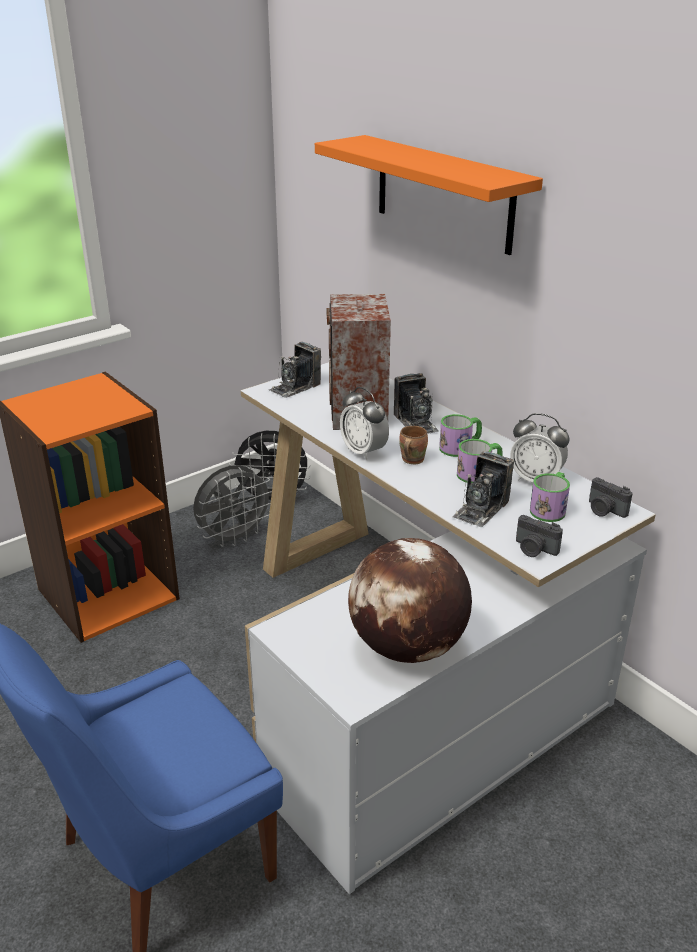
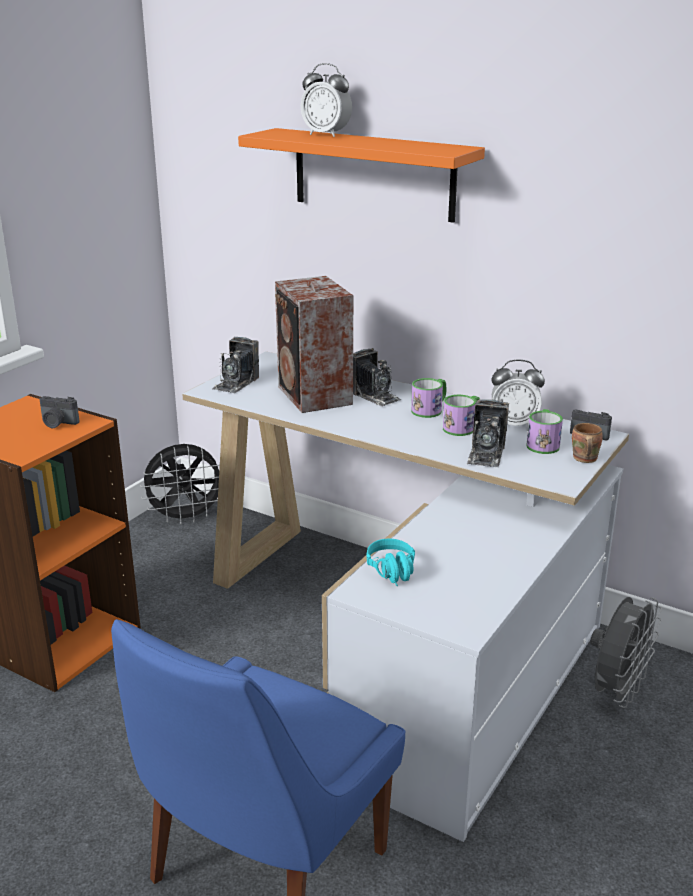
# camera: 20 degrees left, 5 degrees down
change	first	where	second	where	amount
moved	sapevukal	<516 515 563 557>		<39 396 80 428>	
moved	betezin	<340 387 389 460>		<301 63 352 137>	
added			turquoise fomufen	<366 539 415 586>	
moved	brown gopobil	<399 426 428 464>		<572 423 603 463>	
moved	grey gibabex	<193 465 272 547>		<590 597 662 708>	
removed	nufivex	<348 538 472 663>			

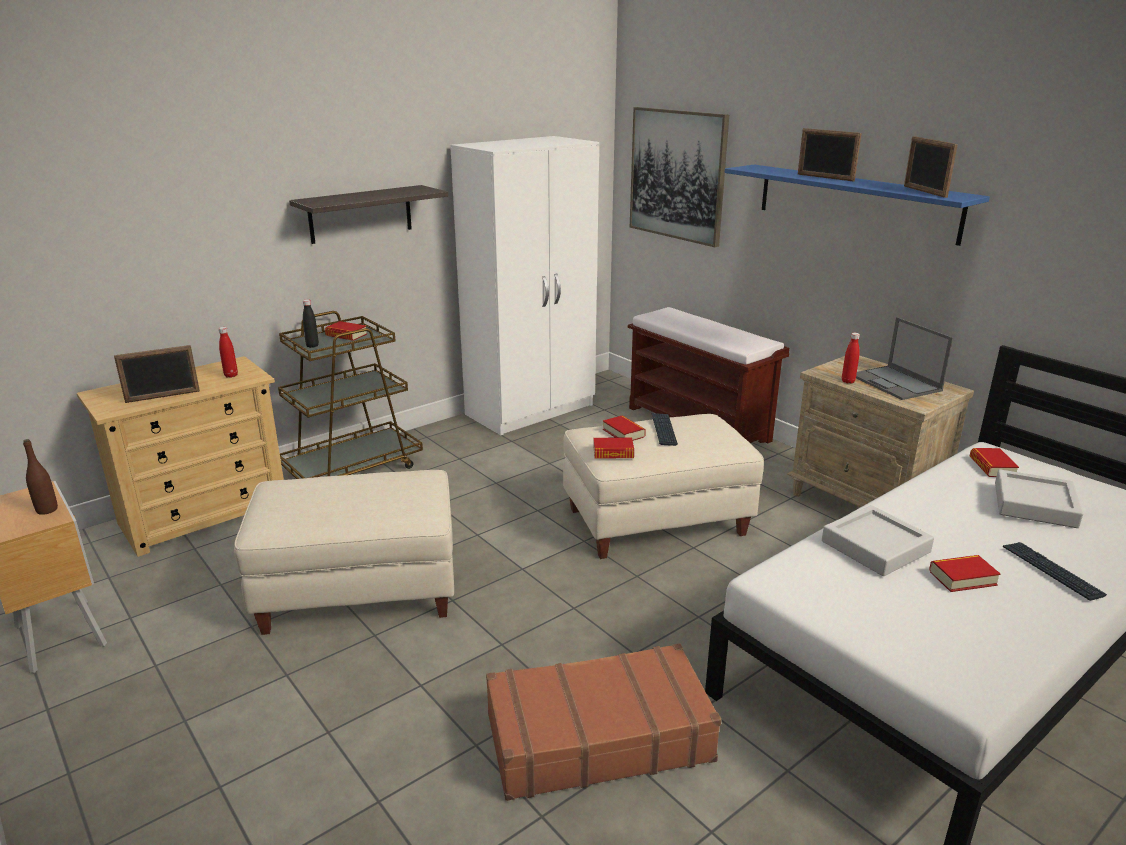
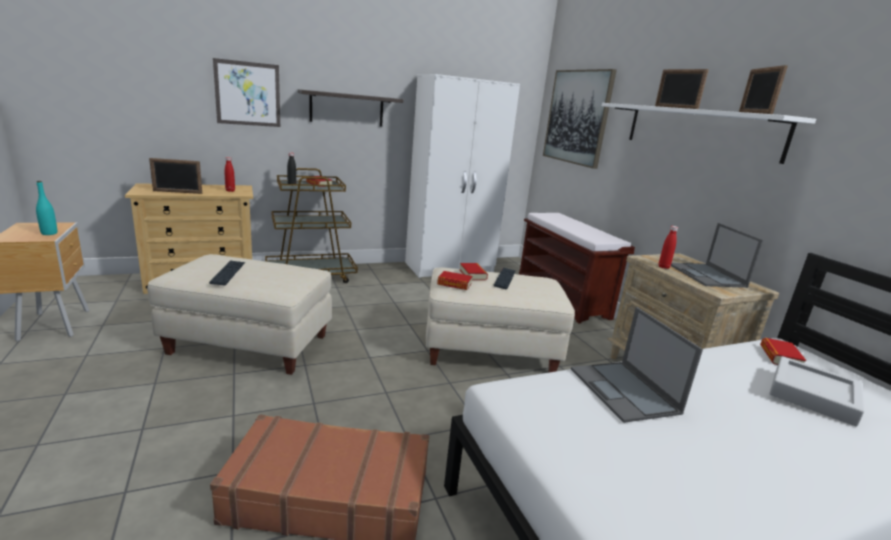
# camera: 15 degrees right, 5 degrees down
change	first	where	second	where	amount
recoloured	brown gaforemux	<23 439 58 515>	turquoise gaforemux	<36 181 57 235>	
moved	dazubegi	<1003 542 1107 601>		<209 260 245 285>	
added			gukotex	<213 58 280 127>	
replaced	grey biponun	<822 505 934 576>	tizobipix	<571 307 703 423>	
recoloured	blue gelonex	<725 165 990 246>	white gelonex	<602 103 816 164>	
removed	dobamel	<929 555 1000 592>			

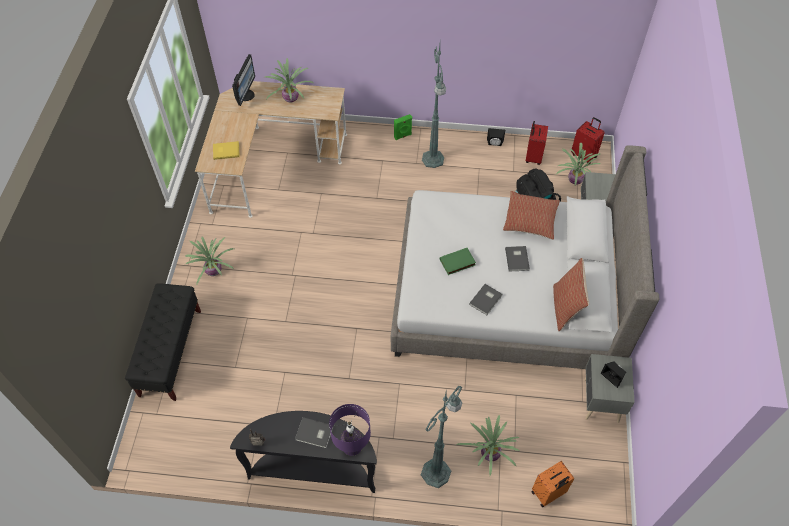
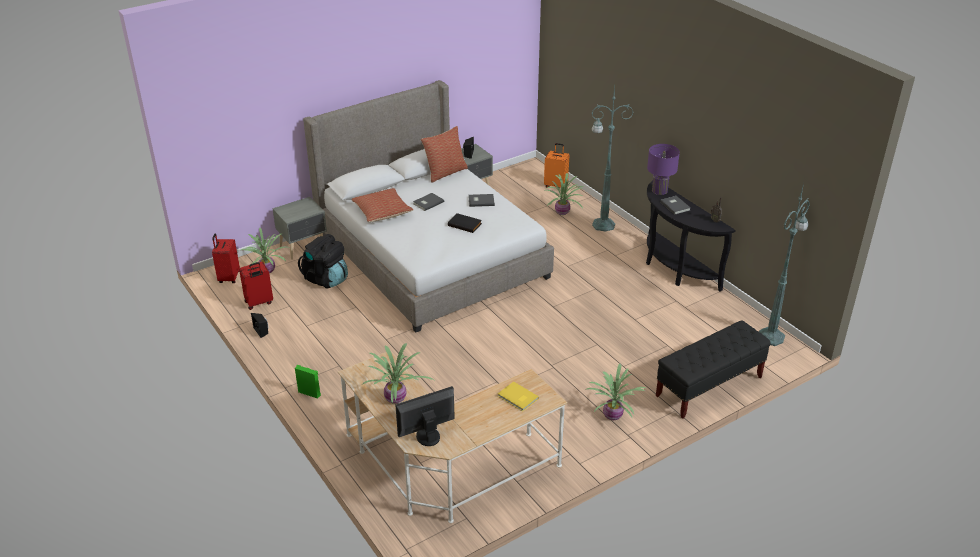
# camera: 130 degrees left, 20 degrees down
change	first	where	second	where	amount
recoloured	green dobamel	<440 248 476 275>	black dobamel	<448 213 482 233>	
moved	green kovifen	<422 45 446 168>		<759 183 810 346>	

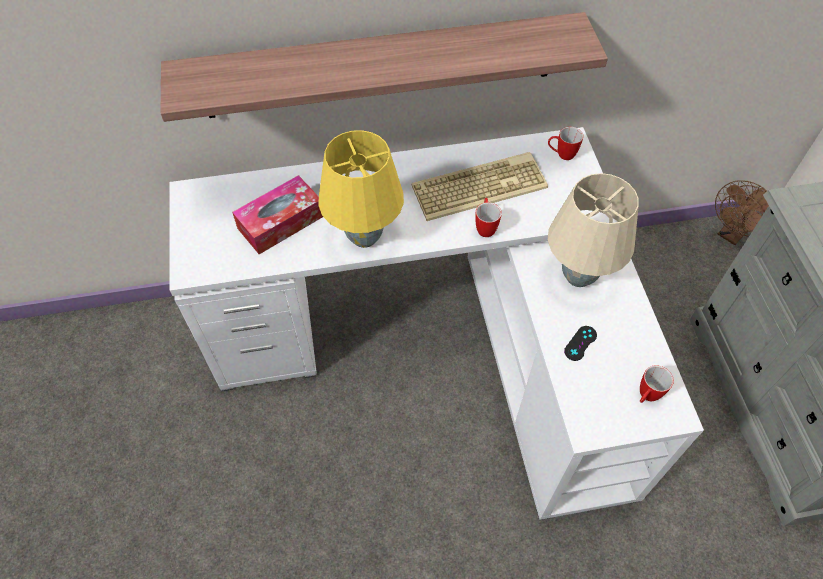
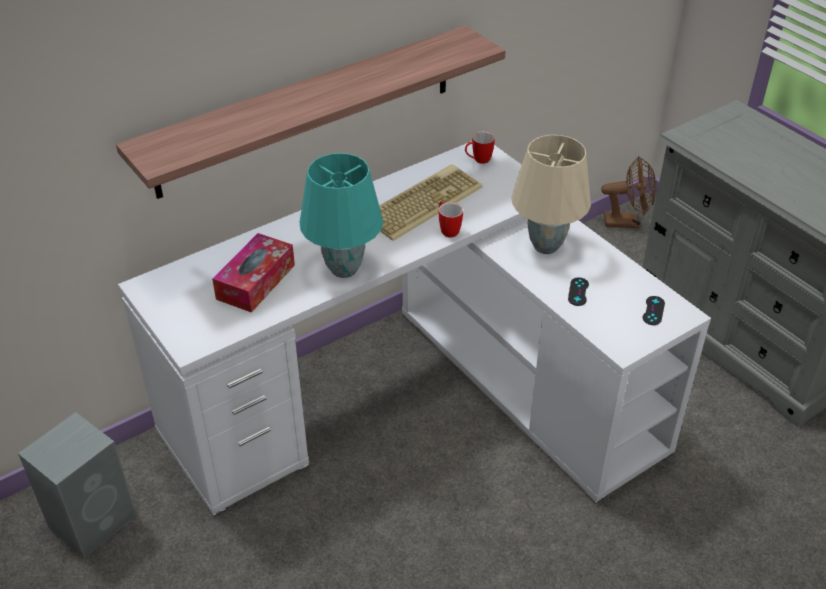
# camera: 25 degrees left, 15 degrees down
change	first	where	second	where	amount
added			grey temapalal	<18 412 137 558>	
recoloured	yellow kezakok	<318 130 404 248>	turquoise kezakok	<300 153 383 278>	
turned	brown gibabex	<715 180 769 245>		<601 156 656 228>	105 degrees counterclockwise
replaced	gopobil	<640 365 674 403>	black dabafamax	<643 296 665 325>	

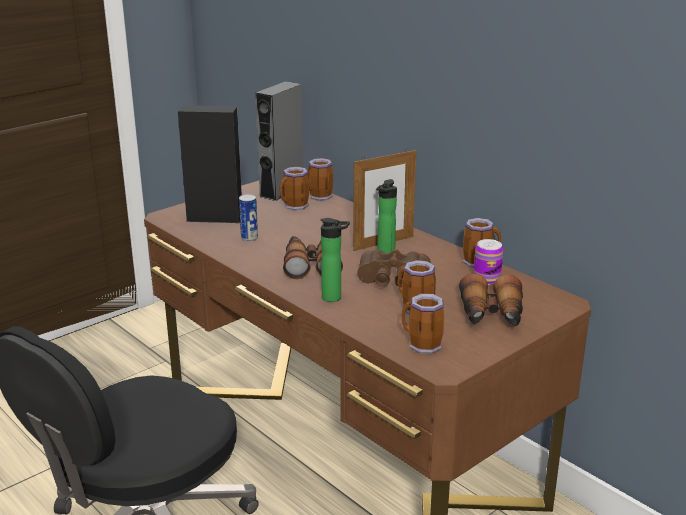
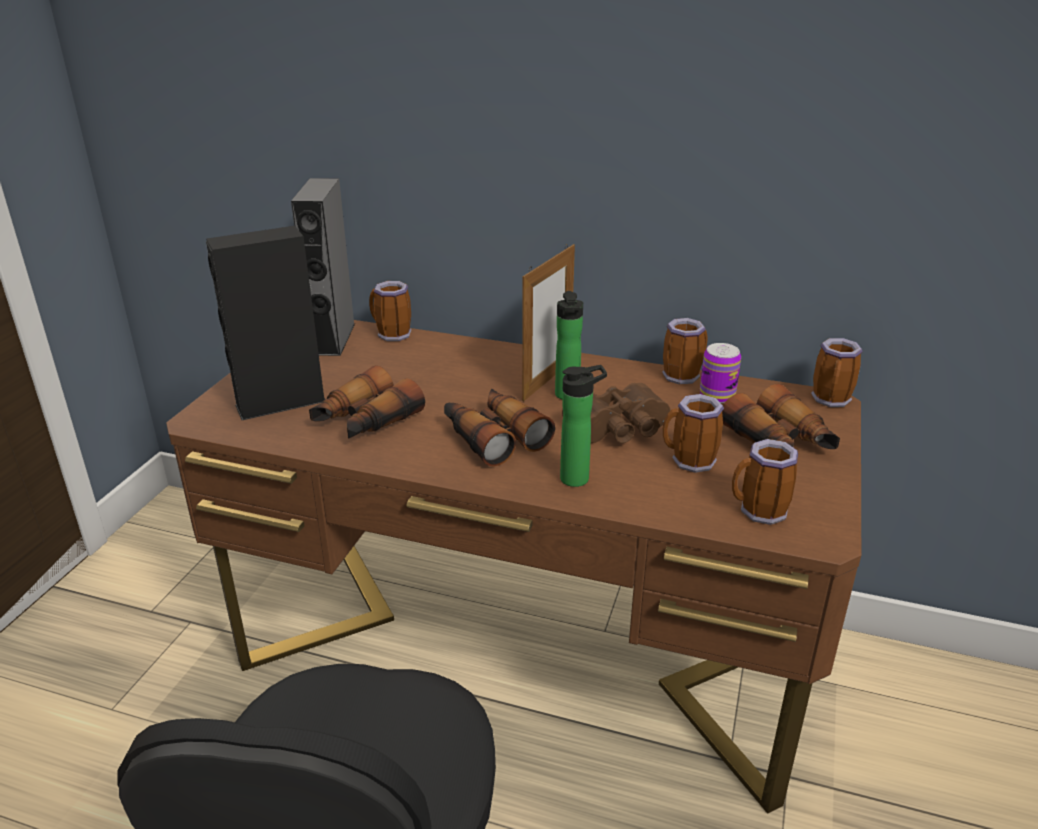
# camera: 30 degrees left, 5 degrees up
change	first	where	second	where	amount
replaced	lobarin	<239 194 258 242>	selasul	<309 365 425 439>	
moved	gopobil	<279 167 309 210>		<811 338 863 407>	

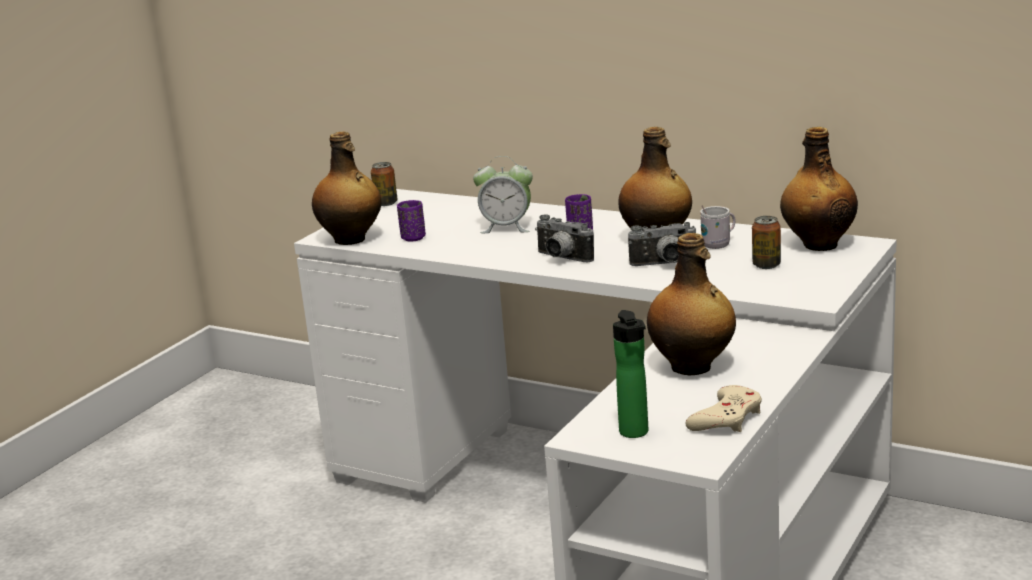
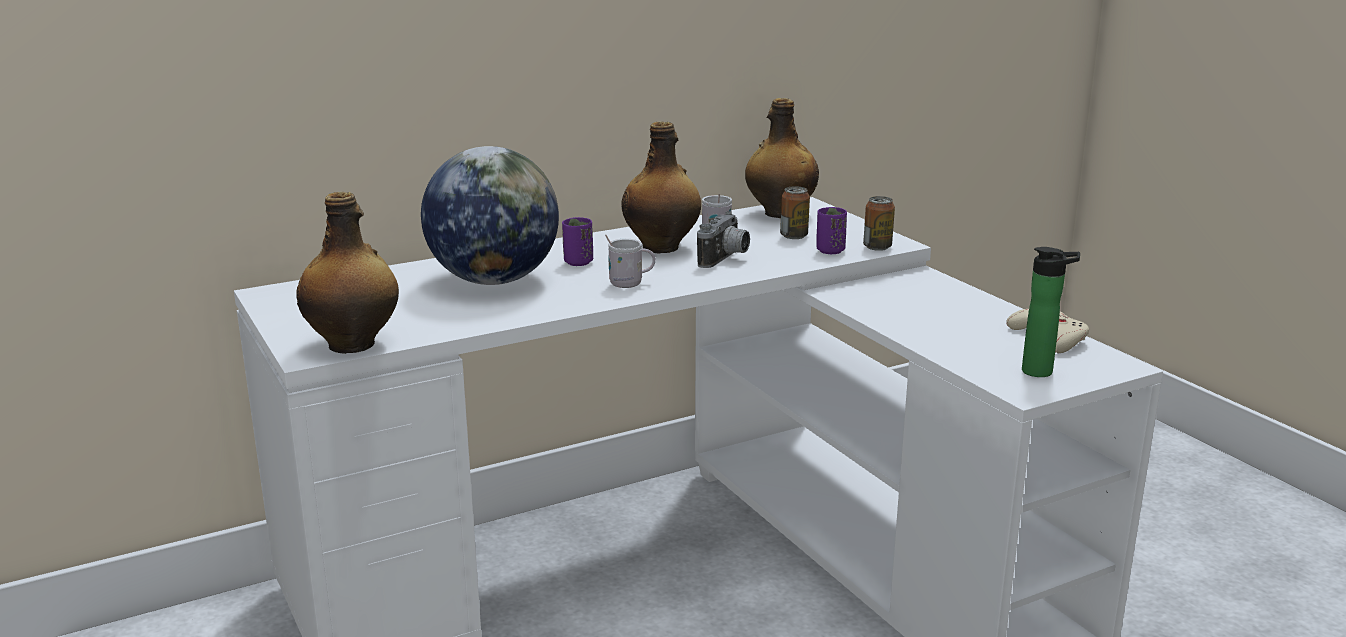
# camera: 60 degrees left, 0 degrees up
change	first	where	second	where	amount
replaced	betezin	<473 156 533 233>	nufivex	<421 146 559 285>	
replaced	sapevukal	<535 214 594 262>	white gopobil	<605 235 656 288>	
moved	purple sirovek	<397 200 426 242>		<817 207 847 254>	
moved	lobarin	<371 162 398 206>		<863 196 895 251>	
removed	gaforemux	<647 233 736 376>			

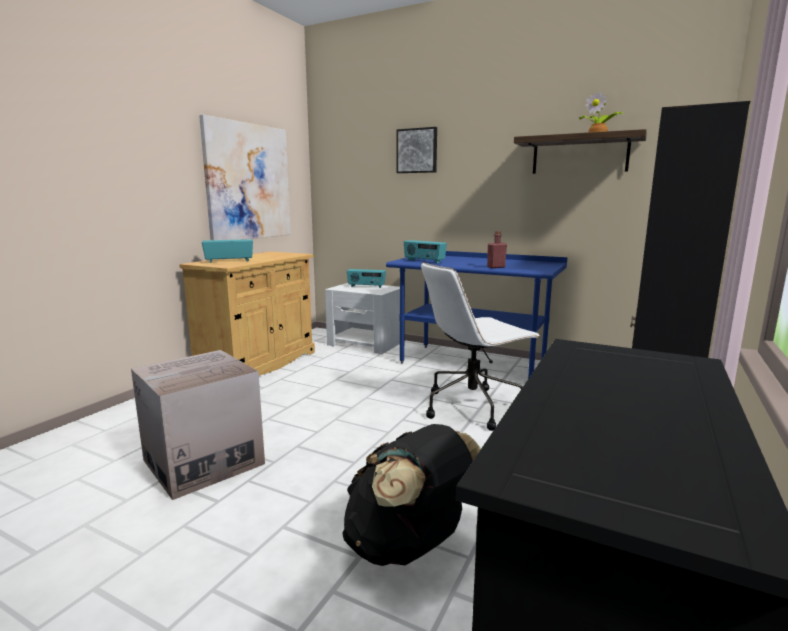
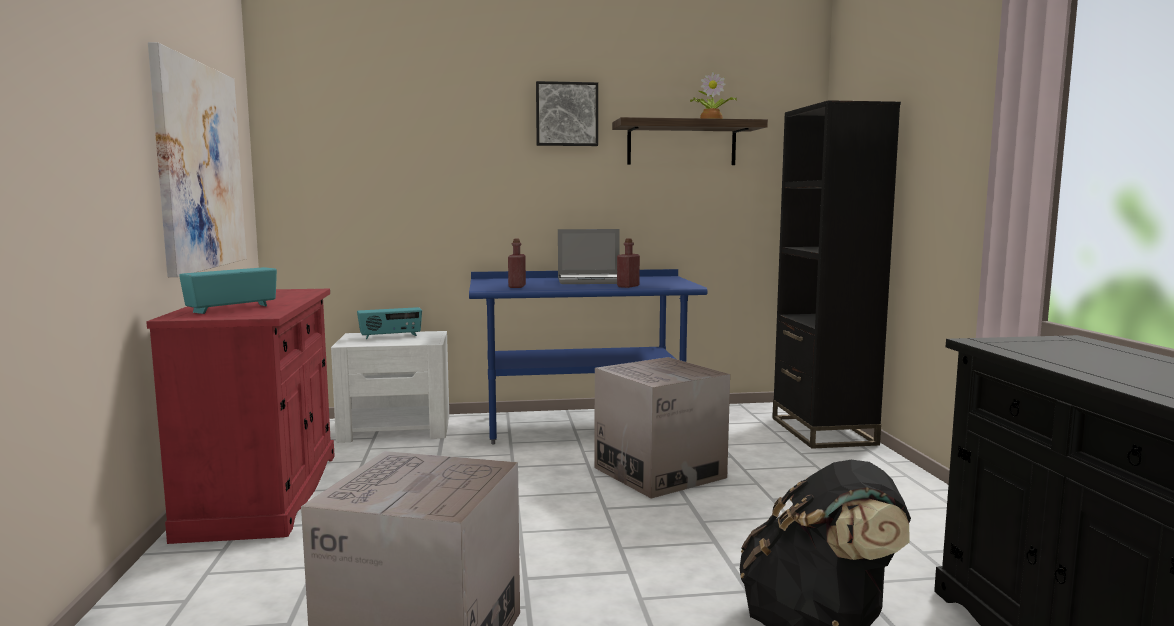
# camera: 35 degrees left, 5 degrees down
change	first	where	second	where	amount
recoloured	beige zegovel	<179 251 315 375>	red zegovel	<146 289 335 544>	
replaced	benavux	<404 240 447 263>	red gaforemux	<508 239 526 288>	
moved	gukotex	<396 127 437 173>		<536 81 598 146>	
added			tizobipix	<558 229 620 284>	
replaced	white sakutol	<421 262 540 431>	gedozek	<595 357 730 499>	

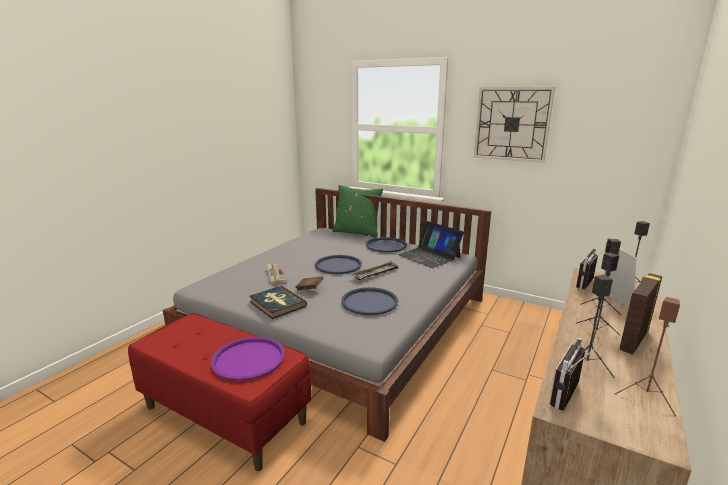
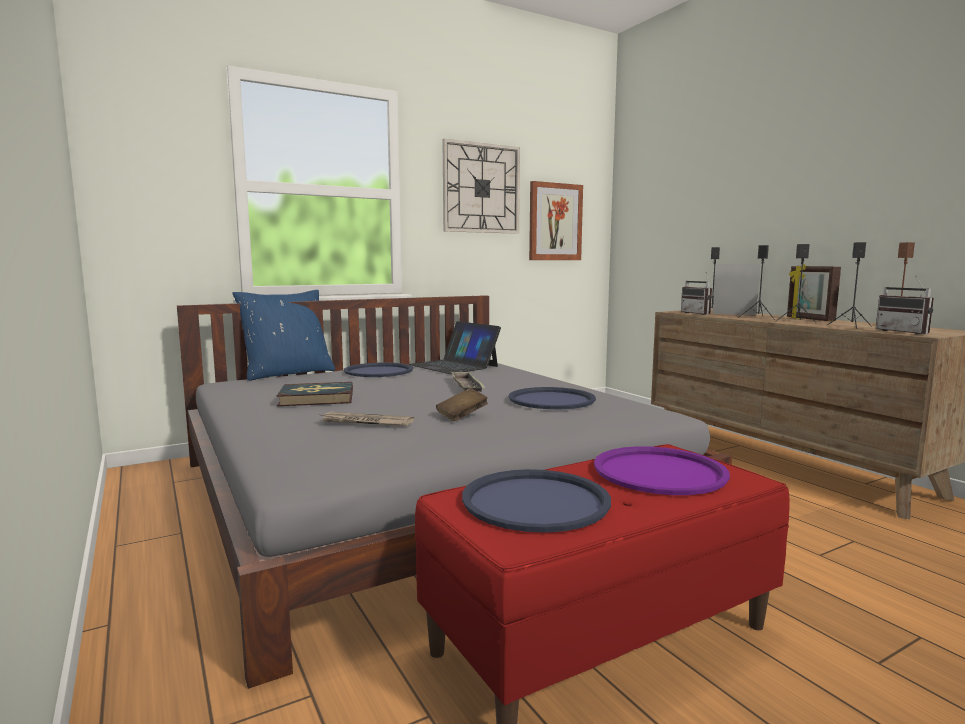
# camera: 60 degrees left, 10 degrees down
change	first	where	second	where	amount
recoloured	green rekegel	<332 185 383 237>	blue rekegel	<232 290 335 381>	
moved	dobamel	<249 286 307 319>		<277 382 353 406>	
turned	tizobipix	<398 221 464 268>		<409 321 501 374>	60 degrees clockwise
moved	blue biponun	<315 255 362 274>		<462 469 611 533>	
added			gukotex	<529 181 583 260>	

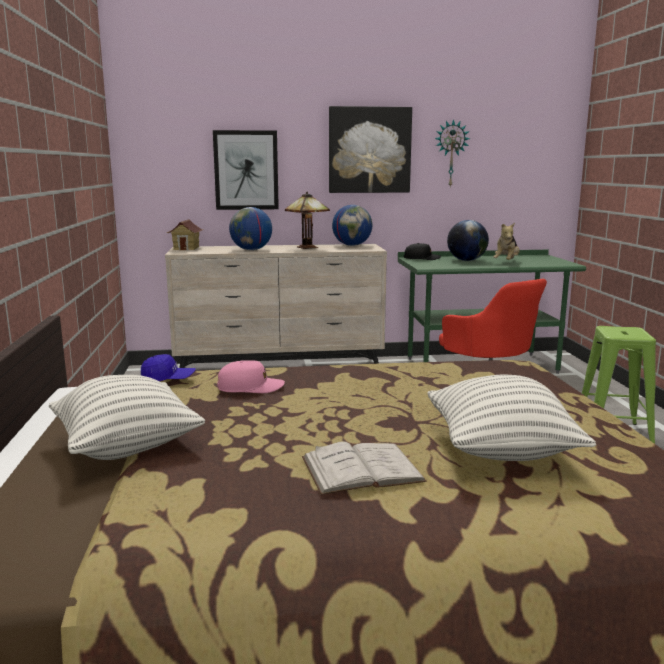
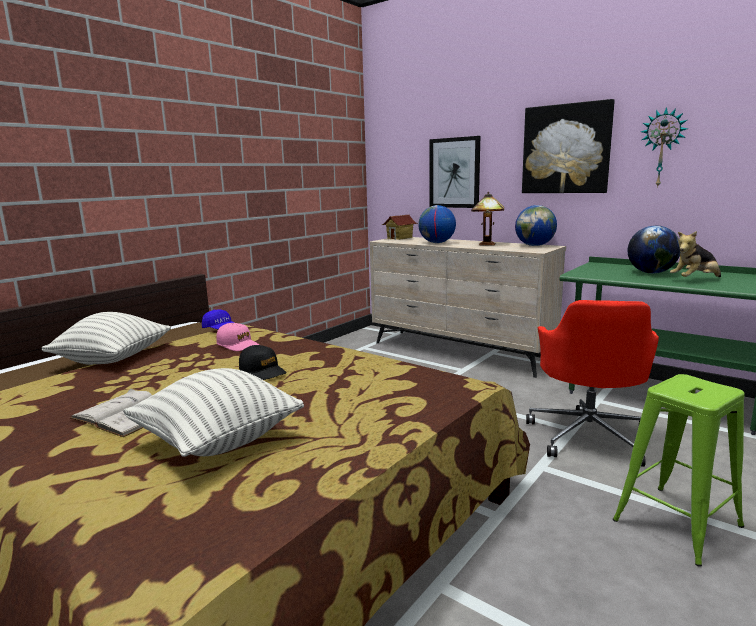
# camera: 45 degrees right, 0 degrees up
change	first	where	second	where	amount
moved	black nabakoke	<404 243 441 260>		<239 345 287 380>	

